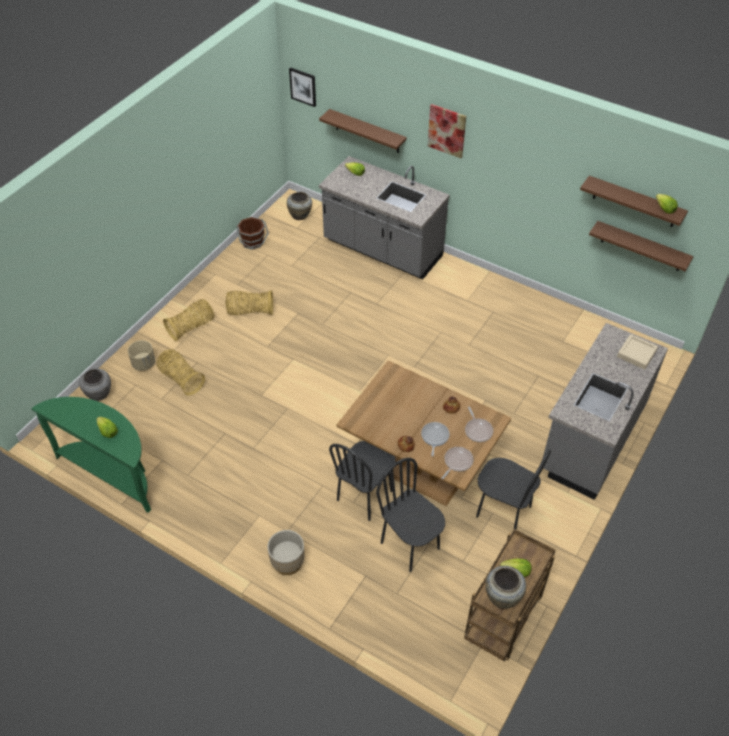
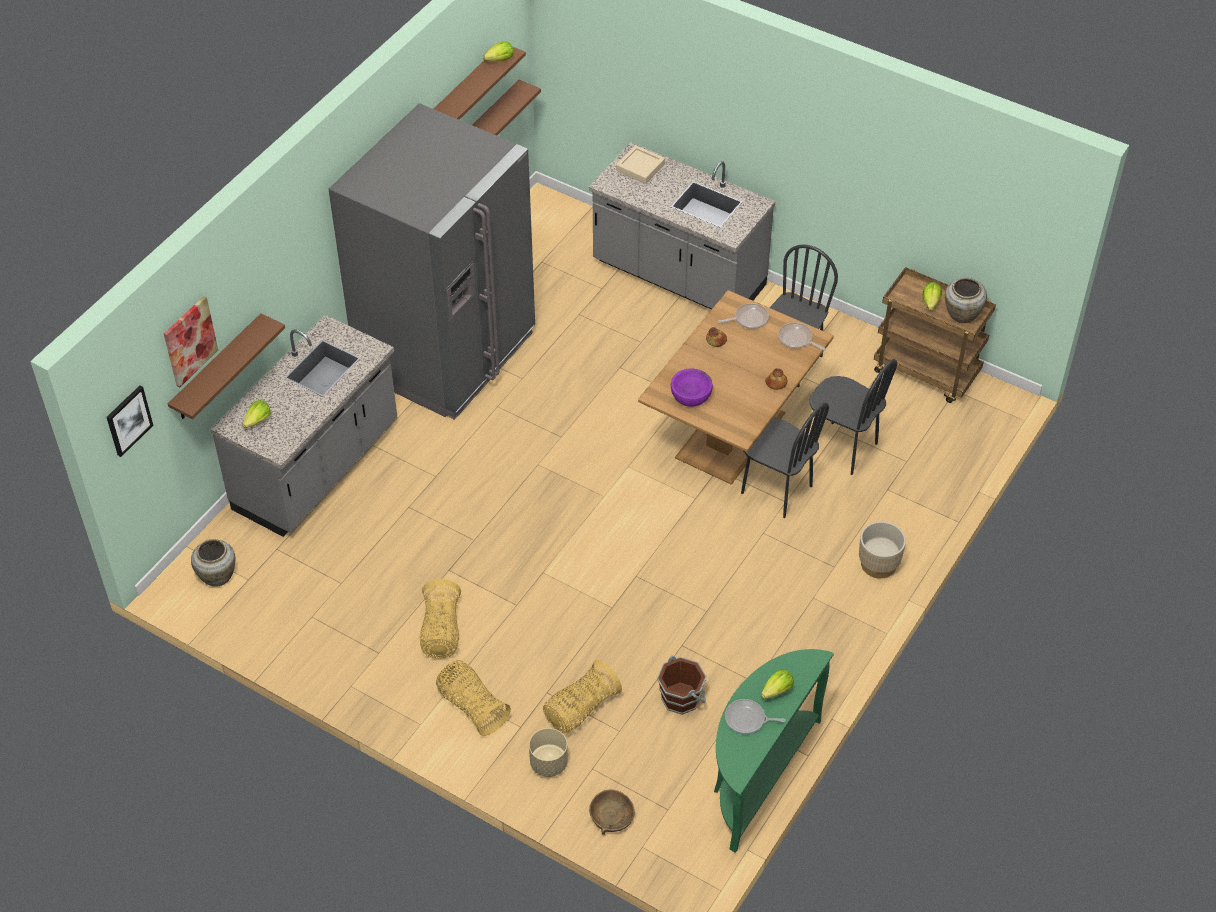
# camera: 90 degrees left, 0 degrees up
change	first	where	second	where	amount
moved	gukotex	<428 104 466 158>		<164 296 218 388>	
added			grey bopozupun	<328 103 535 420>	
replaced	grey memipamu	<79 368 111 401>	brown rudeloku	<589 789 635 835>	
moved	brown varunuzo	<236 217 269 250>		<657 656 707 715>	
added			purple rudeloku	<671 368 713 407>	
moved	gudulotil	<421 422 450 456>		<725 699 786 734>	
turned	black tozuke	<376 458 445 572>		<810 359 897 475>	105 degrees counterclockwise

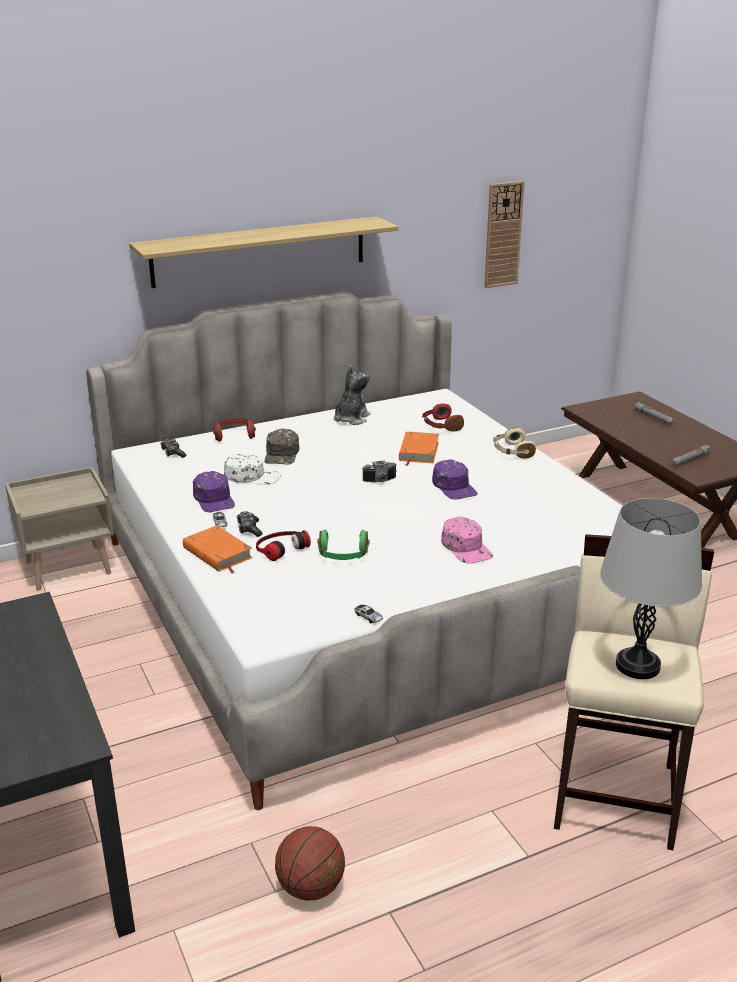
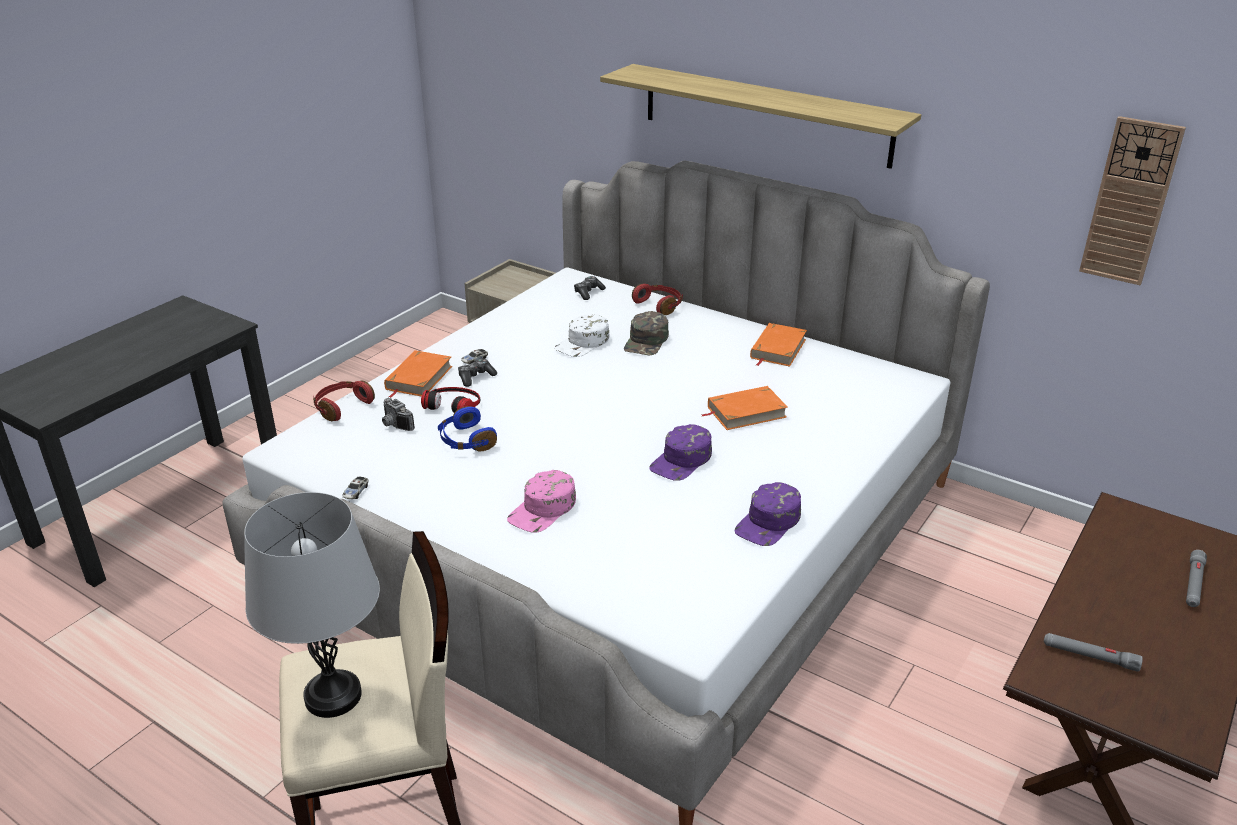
# camera: 60 degrees right, 5 degrees up
change	first	where	second	where	amount
moved	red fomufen	<422 404 464 432>		<313 381 375 421>	
moved	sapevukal	<362 461 397 482>		<382 398 415 431>	
recoloured	green fomufen	<318 529 370 560>	blue fomufen	<438 406 497 452>	
turned	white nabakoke	<224 454 281 485>		<554 314 610 357>	60 degrees clockwise
turned	green nabakoke	<264 429 299 465>		<624 311 669 355>	45 degrees counterclockwise
moved	purple nabakoke	<193 471 235 512>		<735 482 801 546>	
replaced	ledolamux	<334 365 371 425>	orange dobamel	<750 323 807 367>	
removed	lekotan	<275 826 345 900>			
removed	beige fomufen	<493 428 536 459>			

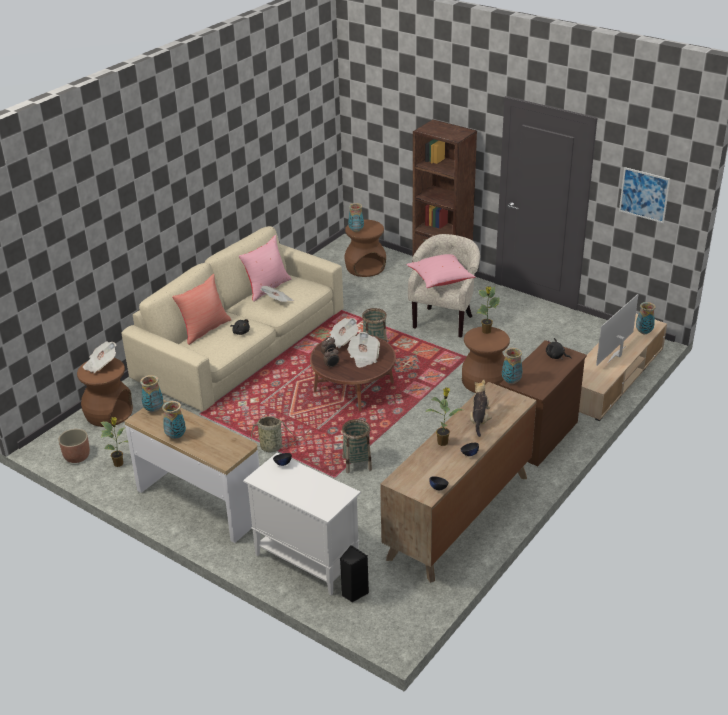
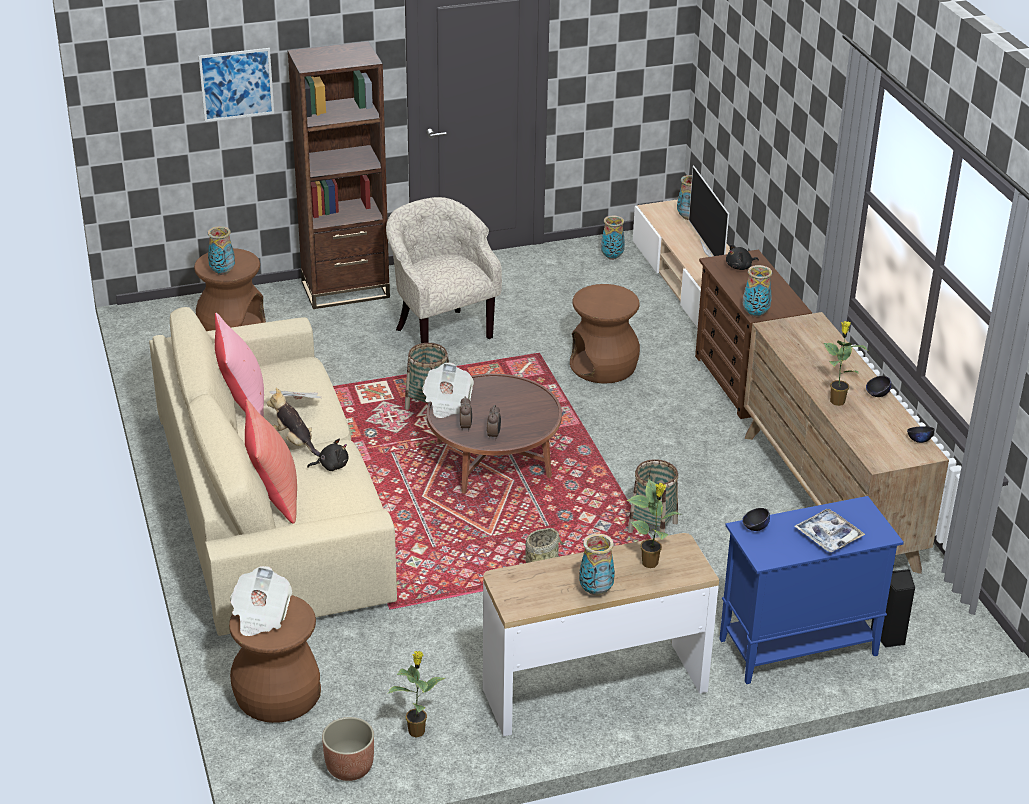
# camera: 55 degrees left, 0 degrees up
change	first	where	second	where	amount
moved	gukotex	<619 167 670 223>		<199 48 274 122>	
moved	ledolamux	<470 379 492 437>		<267 388 320 457>	
moved	memipamu	<140 375 163 413>		<601 215 625 260>	
moved	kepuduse	<477 286 500 334>		<627 479 681 568>	
recoloured	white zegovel	<243 453 361 595>	blue zegovel	<719 496 904 684>	
added			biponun	<794 509 865 553>	
removed	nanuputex	<347 332 380 368>			
removed	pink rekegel	<407 254 476 288>			

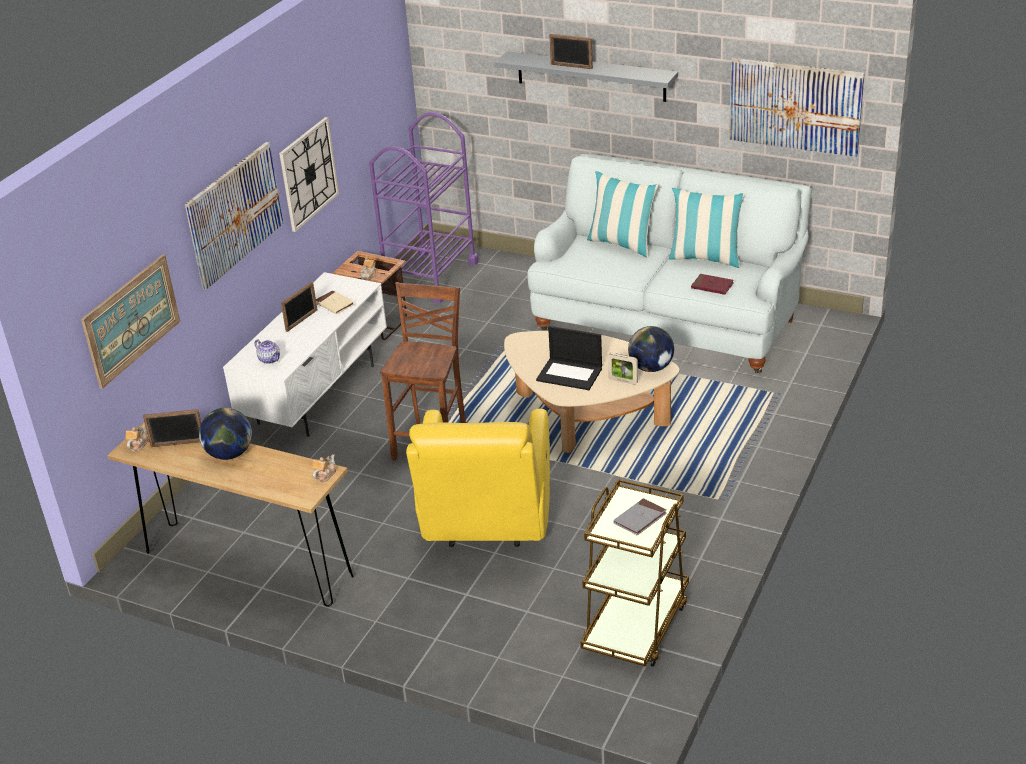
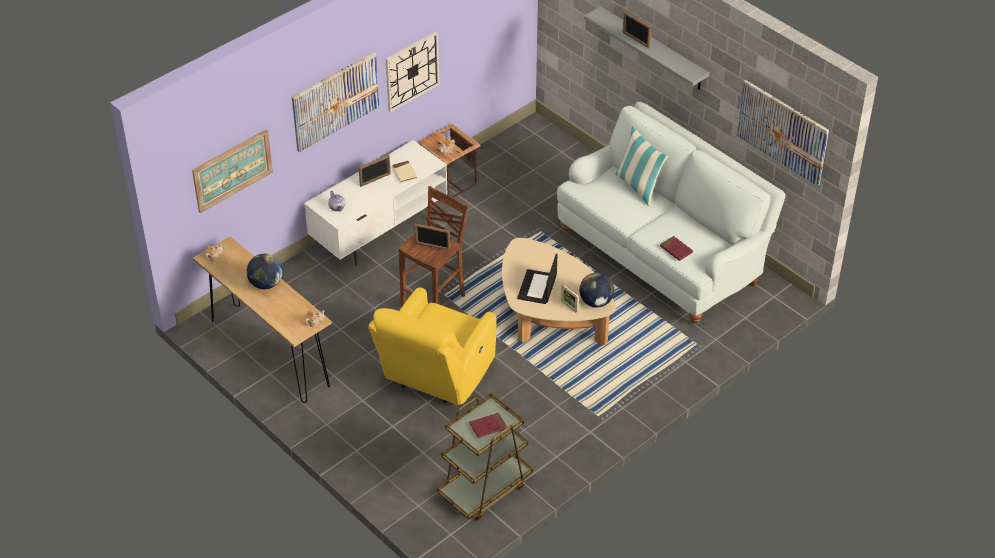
# camera: 20 degrees right, 10 degrees up
change	first	where	second	where	amount
moved	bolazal	<143 409 202 447>		<414 223 450 251>	
recoloured	grey dobamel	<613 498 667 535>	red dobamel	<470 413 507 438>	
turned	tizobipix	<536 326 602 390>		<517 254 558 304>	60 degrees clockwise
removed	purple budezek	<369 112 479 303>			
removed	rekegel	<669 188 745 268>			

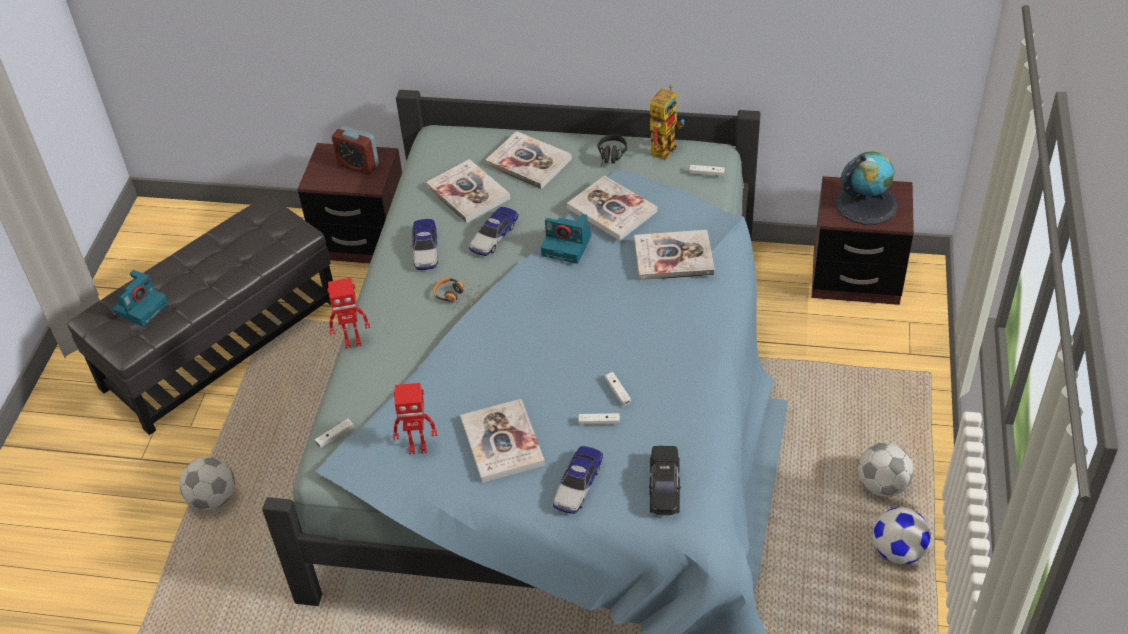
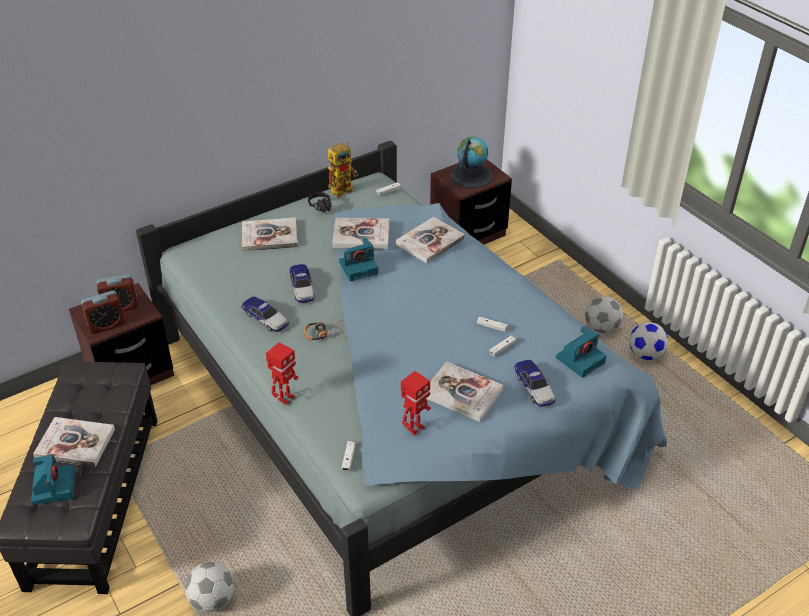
# camera: 45 degrees left, 5 degrees down
change	first	where	second	where	amount
moved	dobamel	<426 159 511 223>		<33 417 115 467>	
added			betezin	<81 290 125 334>	
turned	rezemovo	<650 85 685 160>		<328 141 359 198>	60 degrees clockwise
replaced	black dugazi	<649 446 681 516>	sapevukal	<556 326 607 378>	

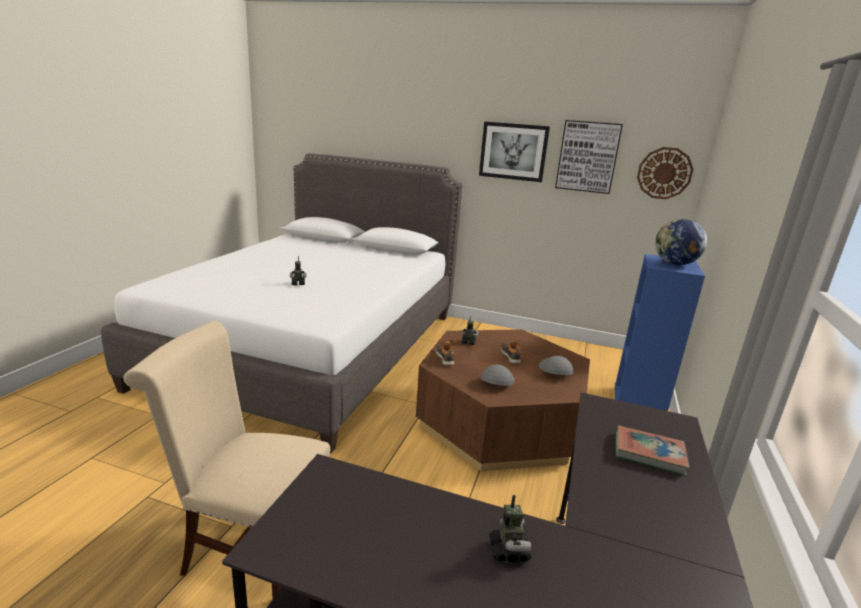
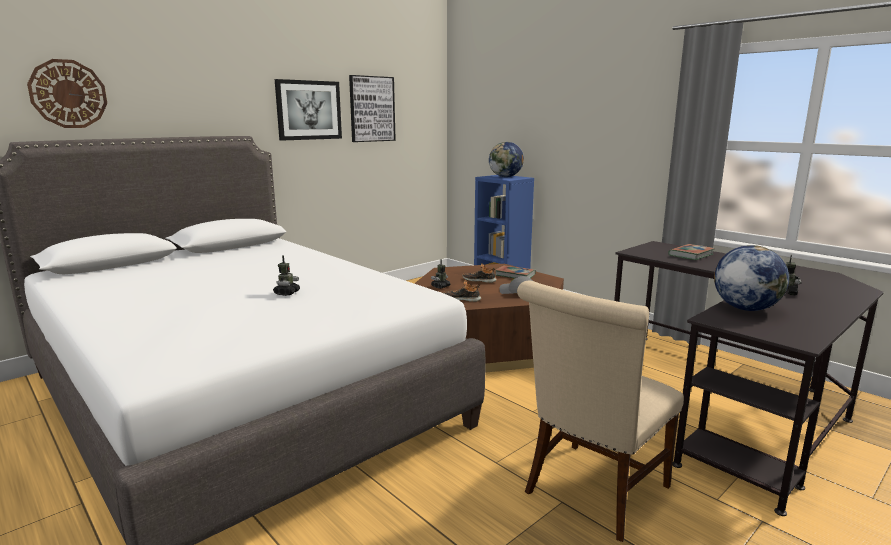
# camera: 60 degrees left, 5 degrees down
change	first	where	second	where	amount
moved	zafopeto	<637 147 693 199>		<27 59 107 128>	
replaced	grey nabakoke	<539 356 573 375>	dobamel	<495 265 536 278>	
added			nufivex	<714 245 789 311>	

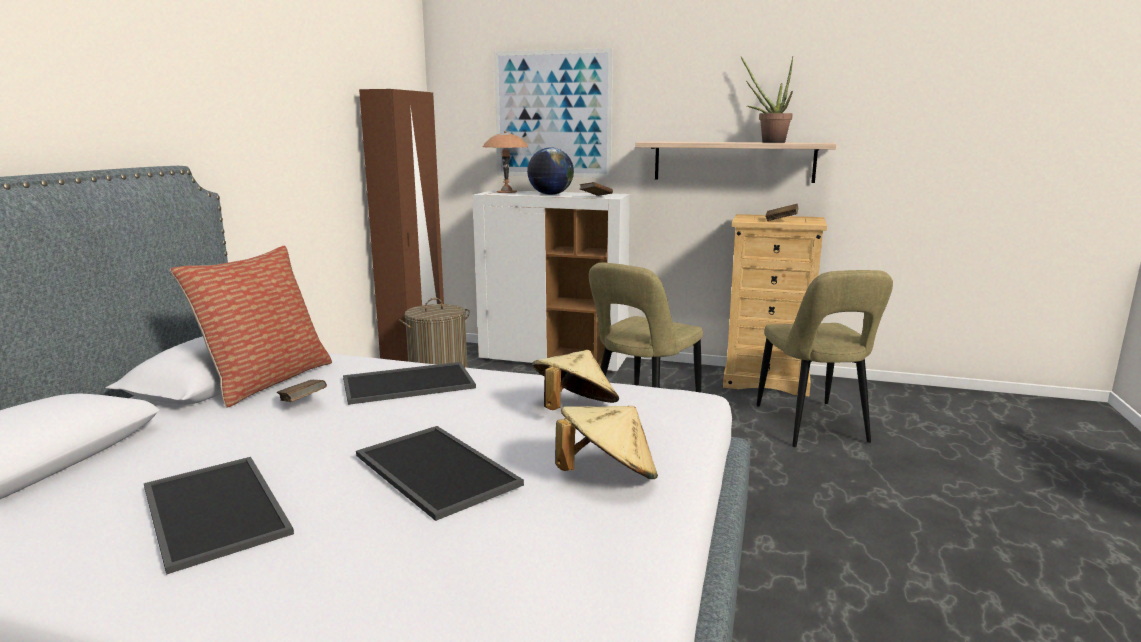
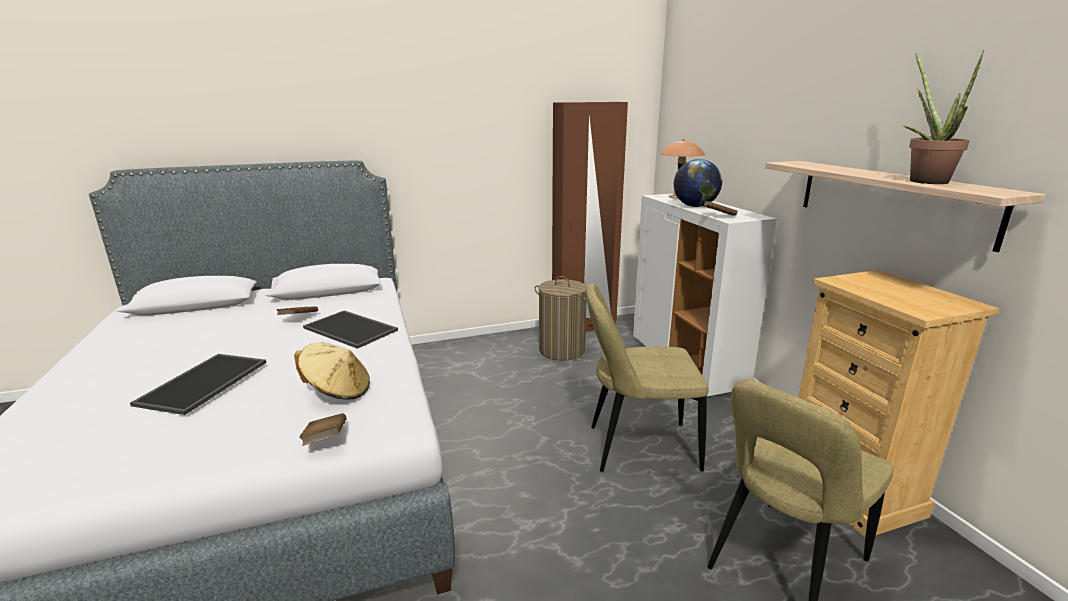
# camera: 55 degrees right, 5 degrees up
change	first	where	second	where	amount
moved	brown dobamel	<765 204 798 221>		<299 413 347 446>	
removed	biponun	<144 457 294 575>			
removed	rekegel	<170 246 332 408>			
removed	gukotex	<494 48 613 178>			
removed	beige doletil	<555 406 658 479>			

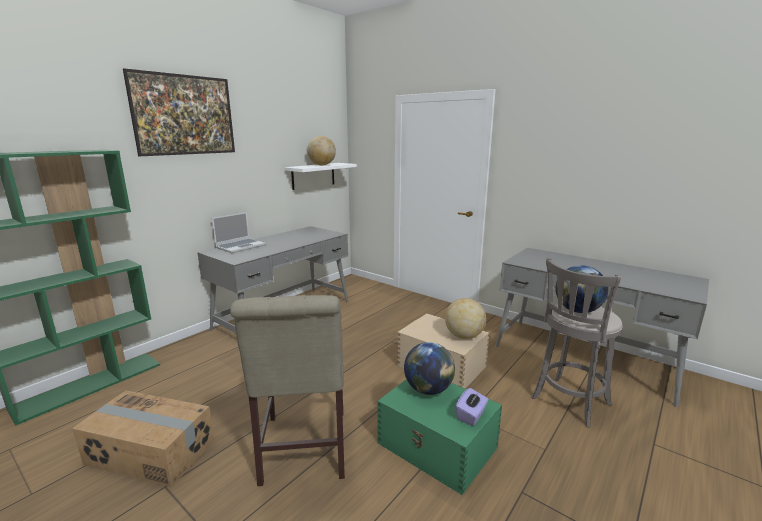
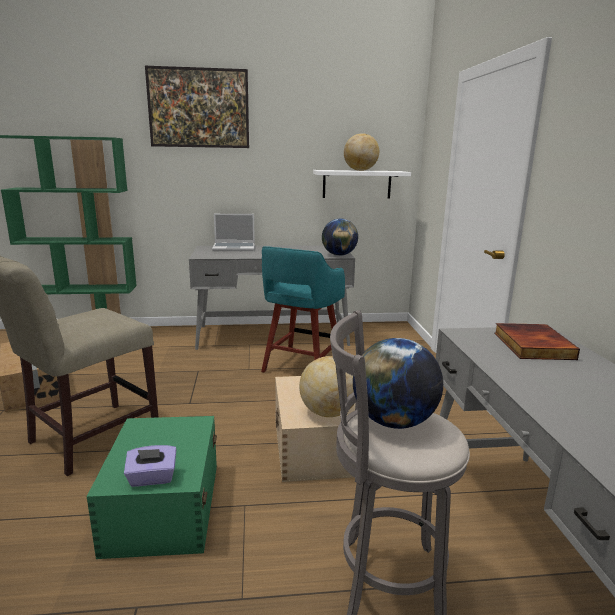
# camera: 45 degrees right, 0 degrees up
change	first	where	second	where	amount
added			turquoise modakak	<261 246 345 372>	
moved	nufivex	<404 342 455 395>		<322 219 358 256>	
added			dobamel	<494 323 580 360>	

